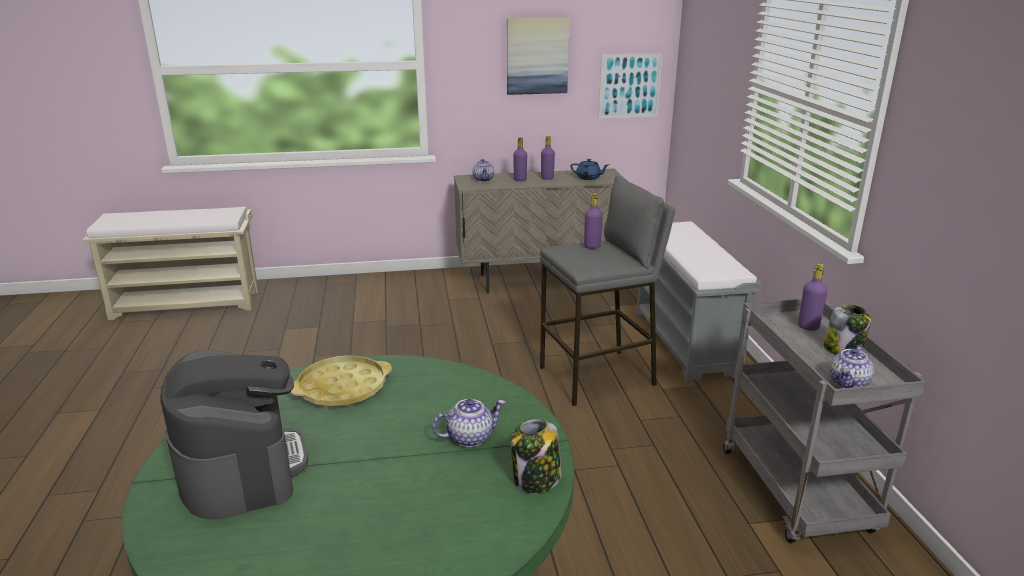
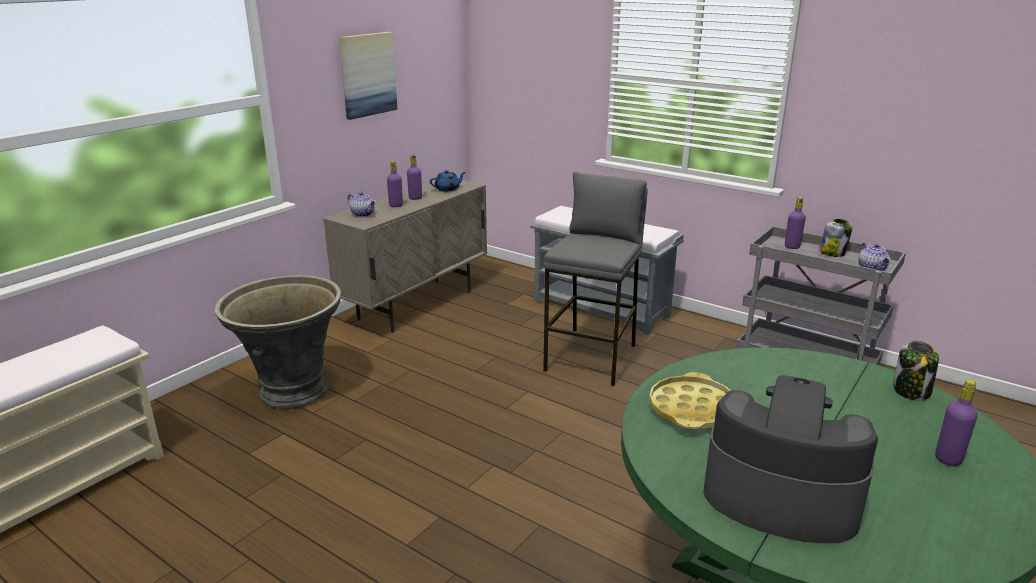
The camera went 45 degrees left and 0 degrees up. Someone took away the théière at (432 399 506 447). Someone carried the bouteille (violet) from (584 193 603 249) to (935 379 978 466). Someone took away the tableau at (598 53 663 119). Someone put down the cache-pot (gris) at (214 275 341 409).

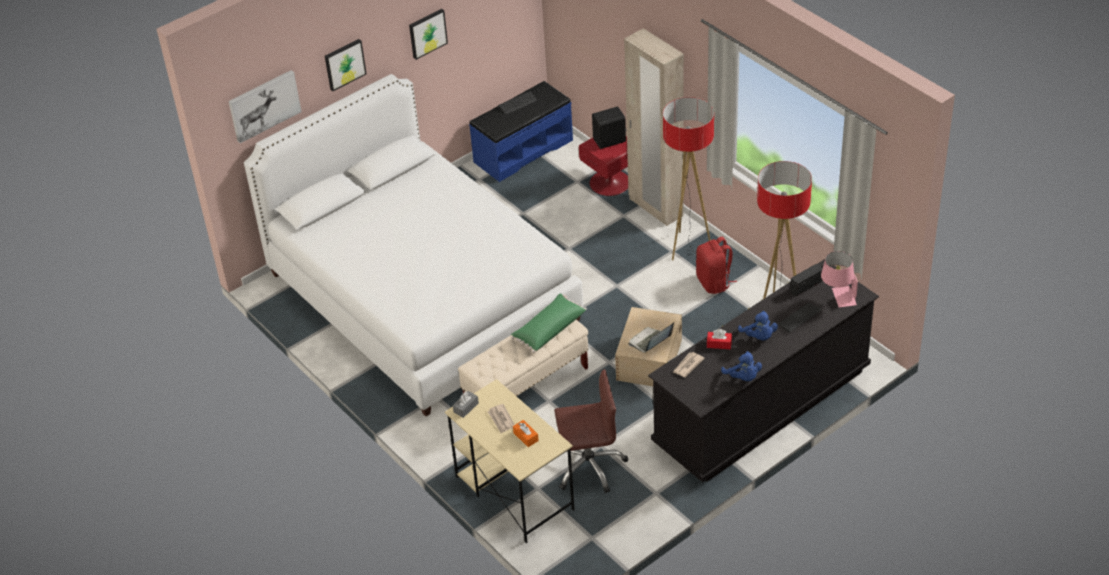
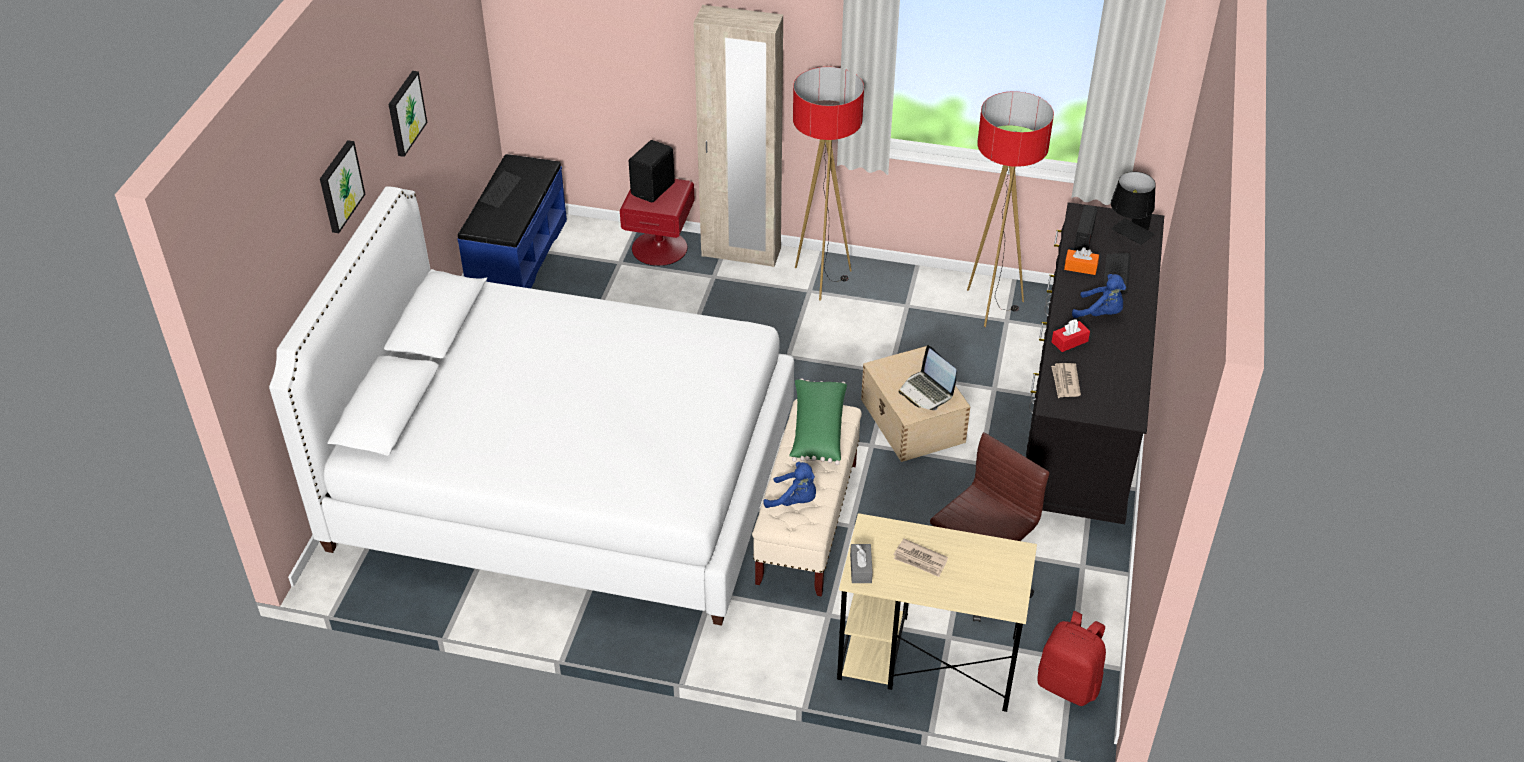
The camera went 40 degrees left and 0 degrees up. Someone took away the tableau at (229 70 302 143). Someone carried the boîte à mouchoirs (orange) from (513 420 539 447) to (1064 247 1099 275). Someone rotated the ordinateur portable at (629 322 674 353) by 45 degrees counterclockwise. Someone carried the sac à dos (rouge) from (696 237 737 294) to (1037 611 1106 706). Someone carried the peluche (bleu) from (721 351 762 381) to (763 462 816 508). Someone repainted the lampe de table (rose) at (821 251 858 307), which became the lampe de table (noir) at (1111 172 1156 245).

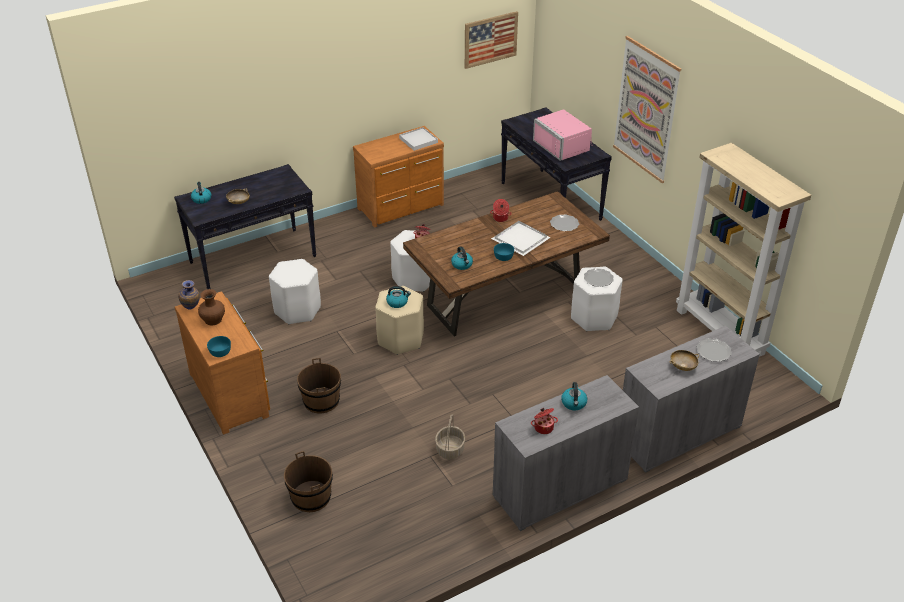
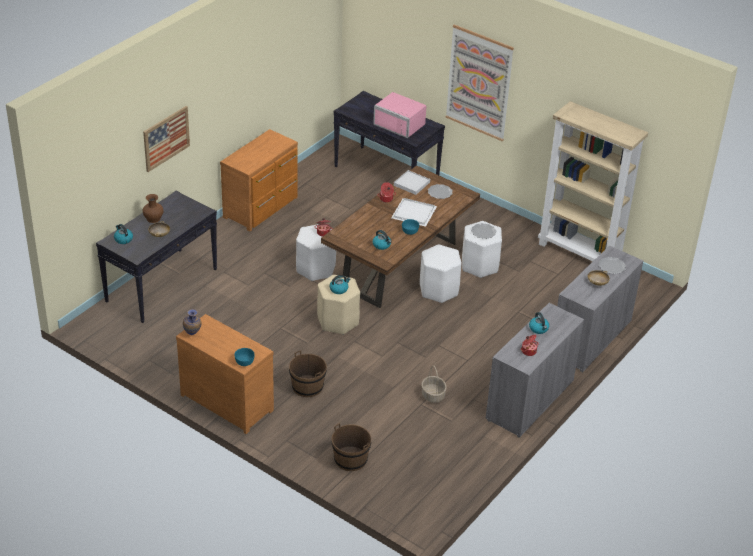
The camera went 25 degrees left and 0 degrees up. Someone carried the vase (marron) from (198 289 225 326) to (143 194 164 223). Someone carried the tabouret (blanc) from (269 259 321 324) to (420 244 462 303). Someone carried the plateau (blanc) from (399 127 438 151) to (394 170 430 195). Someone carried the tableau from (465 11 518 69) to (143 106 190 172).

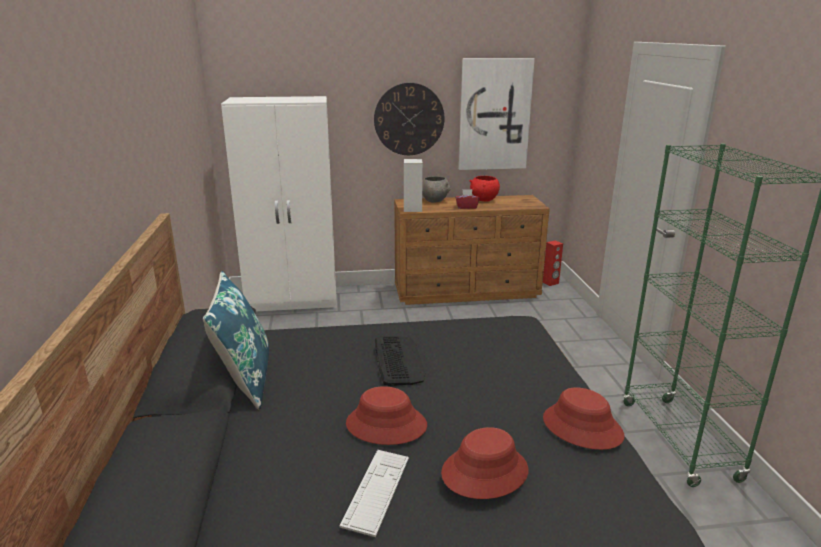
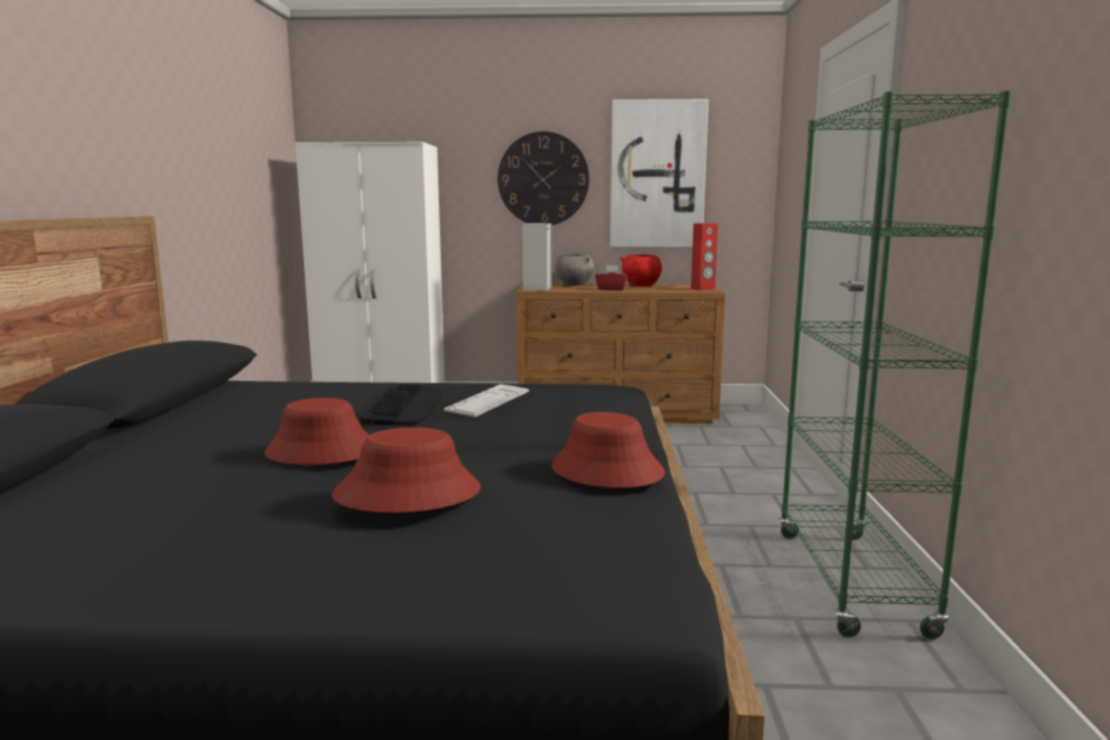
The camera went 10 degrees right and 10 degrees down. Someone took away the coussin (bleu) at (203 271 269 410). Someone carried the clavier from (339 450 409 537) to (443 384 529 417). Someone carried the enceinte (rouge) from (543 241 563 286) to (691 223 718 290).

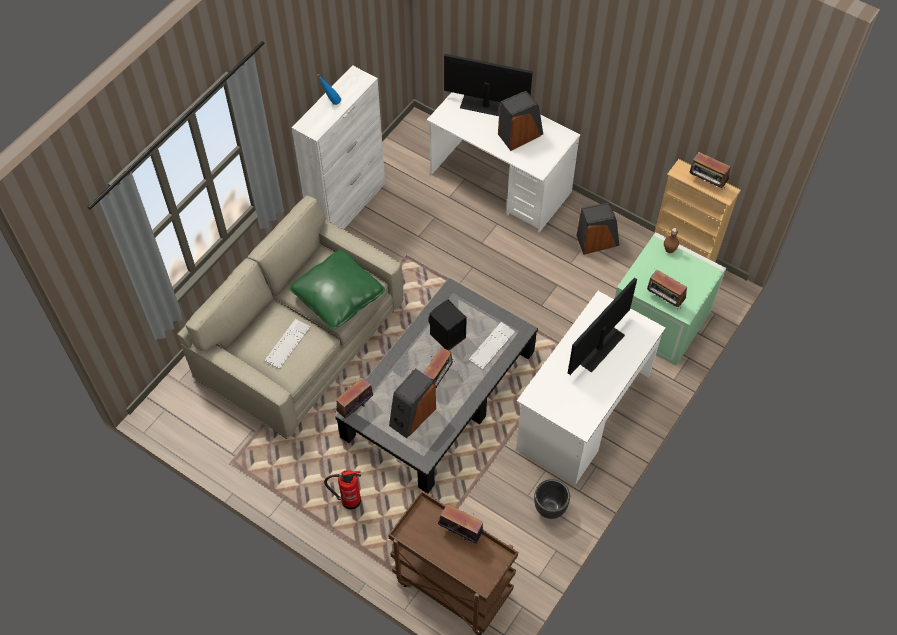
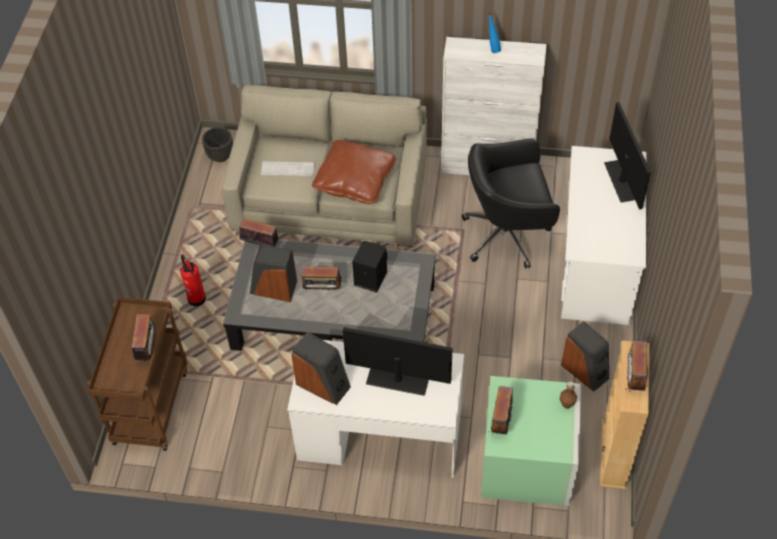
The camera went 65 degrees right and 5 degrees down. Someone repainted the coussin (vert) at (289 250 385 329), which became the coussin (marron) at (312 140 397 204). Someone took away the clavier at (469 322 515 370). Someone carried the enceinte from (498 91 543 151) to (292 332 351 405). Someone carried the cache-pot (noir) from (534 479 570 519) to (202 127 233 162). Someone put down the chaise de bureau (noir) at (462 139 560 268).

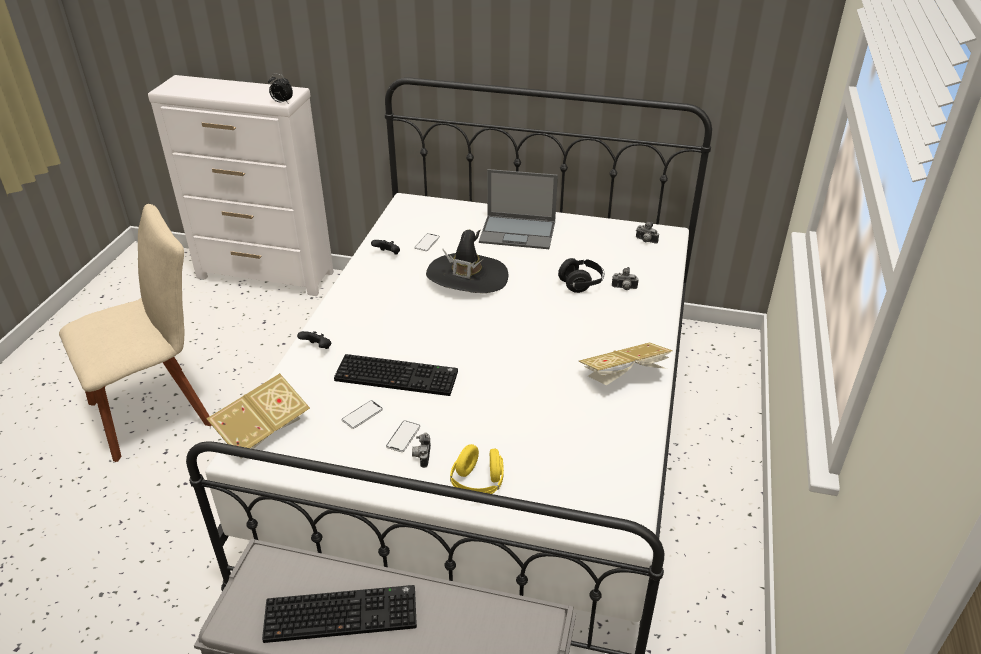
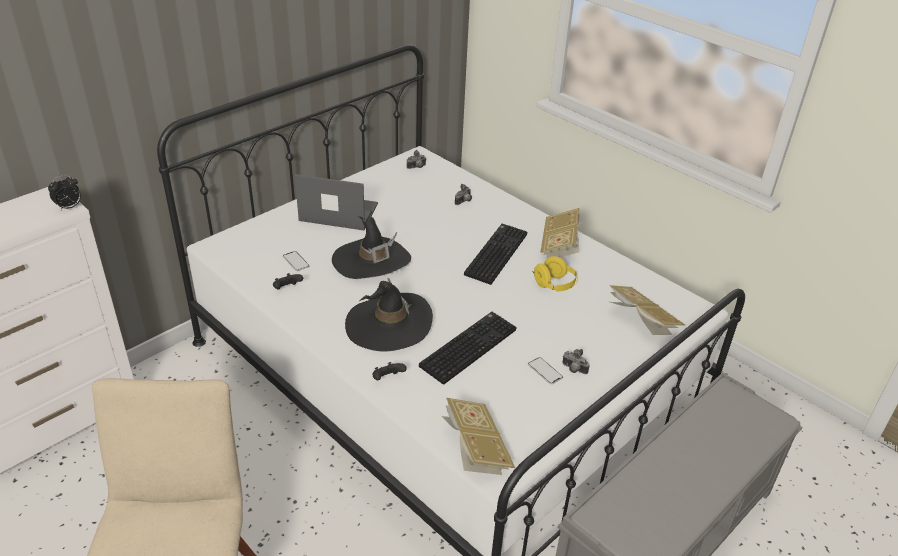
The camera went 60 degrees left and 0 degrees up. Someone carried the clavier from (262 585 417 643) to (464 224 527 285). Someone took away the téléphone at (342 400 383 429). Someone carried the casque audio (jaune) from (450 444 504 494) to (533 256 578 291). Someone rotated the ordinateur portable at (479 169 558 249) by 120 degrees counterclockwise. Someone took away the casque audio (noir) at (558 258 605 293). Someone put down the chapeau (noir) at (345 278 433 352). Someone put down the livre at (610 285 685 335).

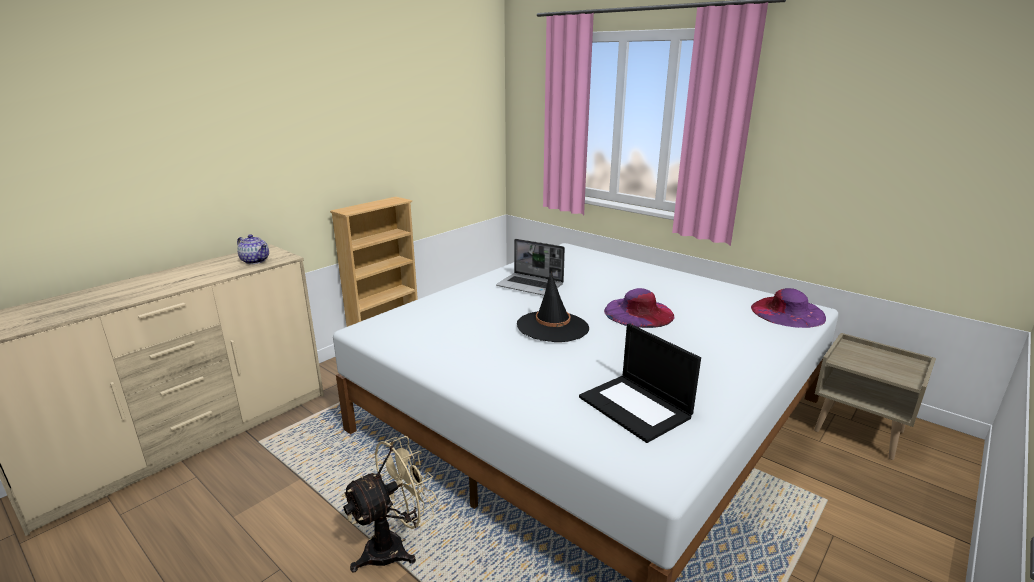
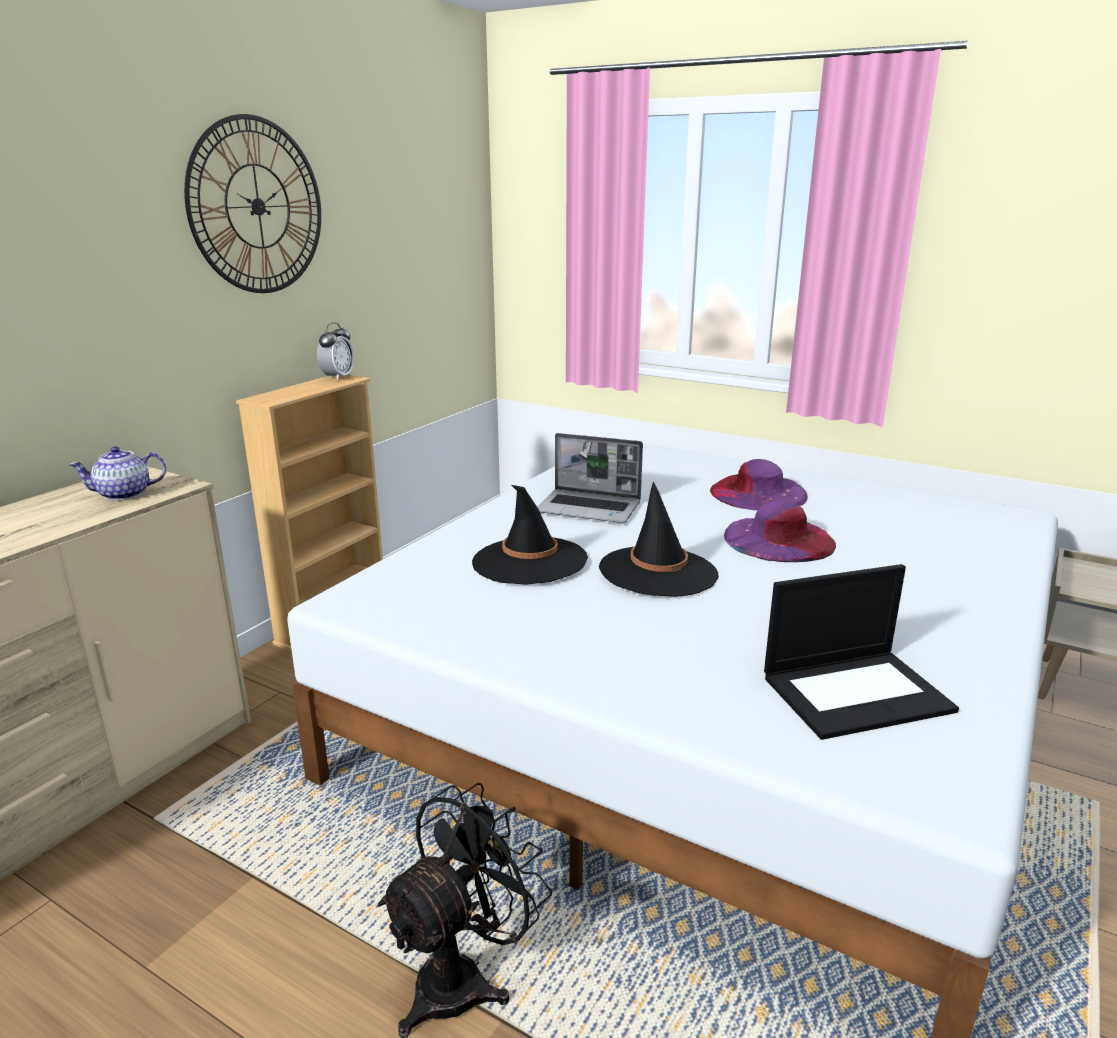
The camera went 10 degrees left and 0 degrees up. Someone rotated the théière at (237 234 269 264) by 135 degrees clockwise. Someone repainted the ventilateur (beige) at (341 436 438 573), which became the ventilateur (noir) at (377 783 552 1038). Someone rotated the ordinateur portable at (579 323 701 443) by 60 degrees counterclockwise. Someone carried the chapeau (violet) from (751 288 826 328) to (710 459 808 510). Someone put up the horloge murale at (184 114 321 293). Someone put down the réveil at (317 322 354 381). Someone put down the chapeau (noir) at (472 485 588 585).

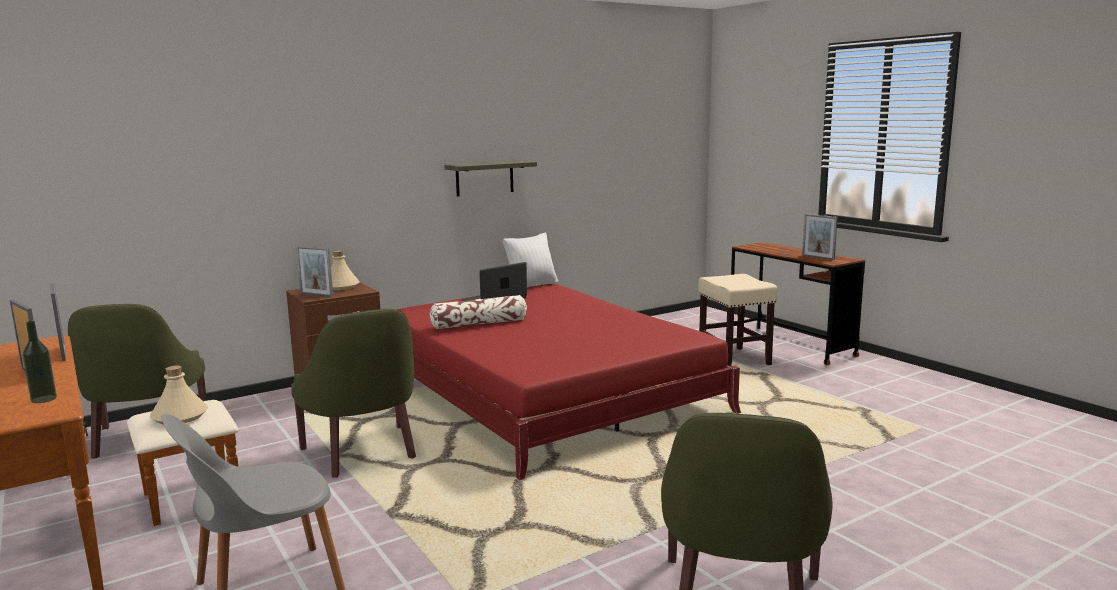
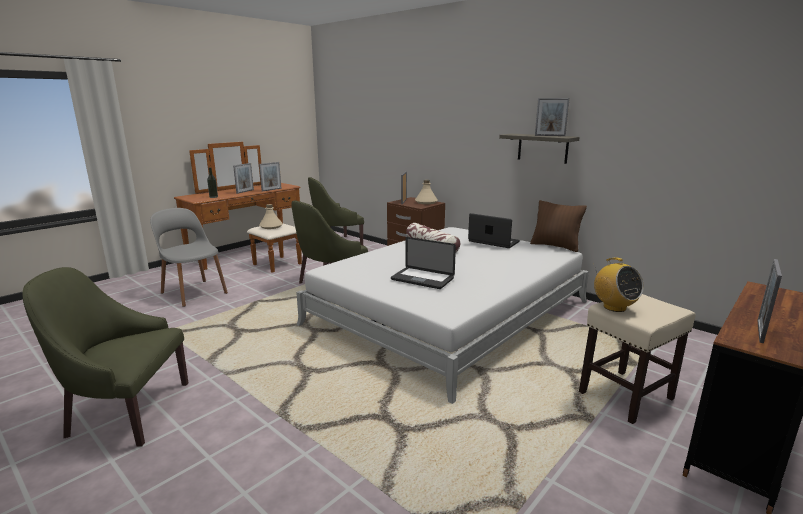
The camera went 75 degrees right and 5 degrees up. Someone repainted the lit (rouge) at (397 284 741 480), which became the lit (blanc) at (296 227 589 404). Someone repainted the coussin (blanc) at (503 233 558 286), which became the coussin (marron) at (530 200 587 252). Someone put down the ordinateur portable at (391 237 456 289). Someone put down the cadre photo at (535 98 570 136). Someone put down the radio at (593 257 644 312).

